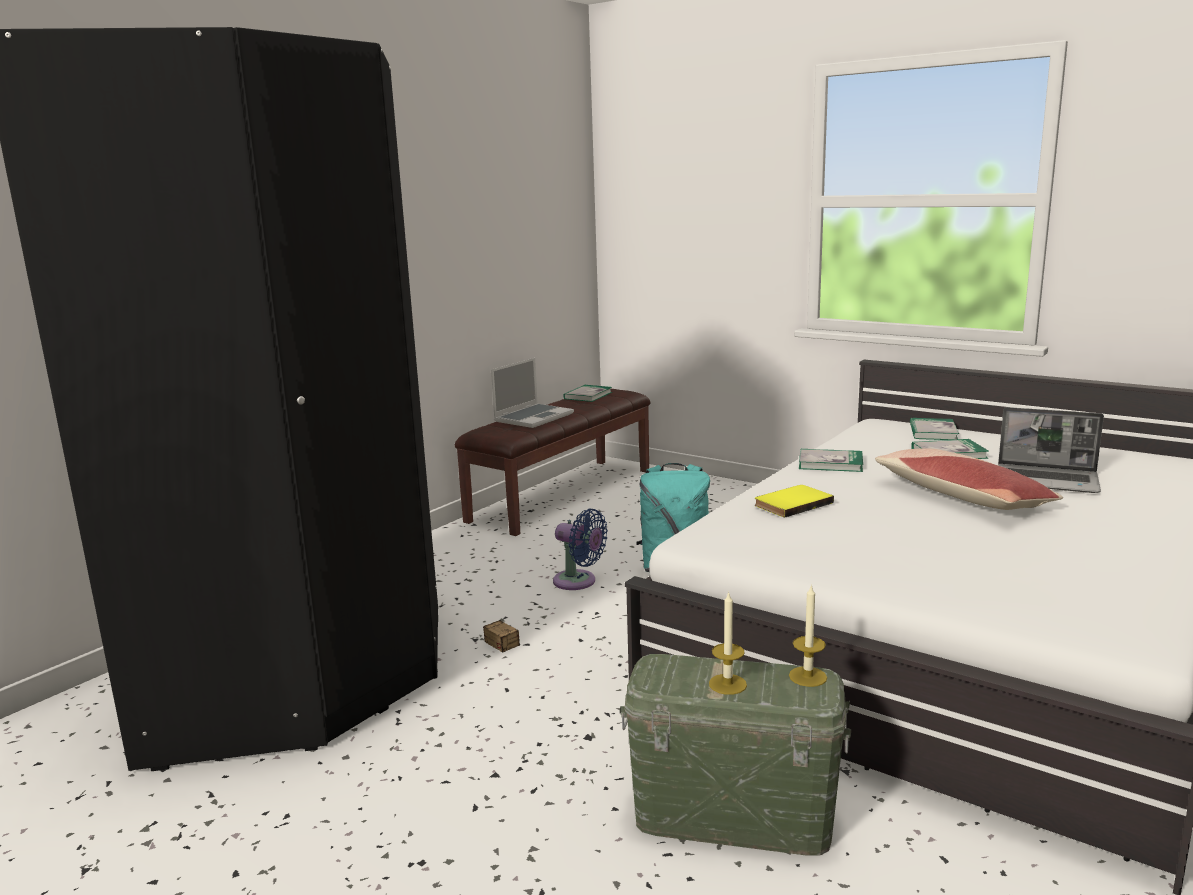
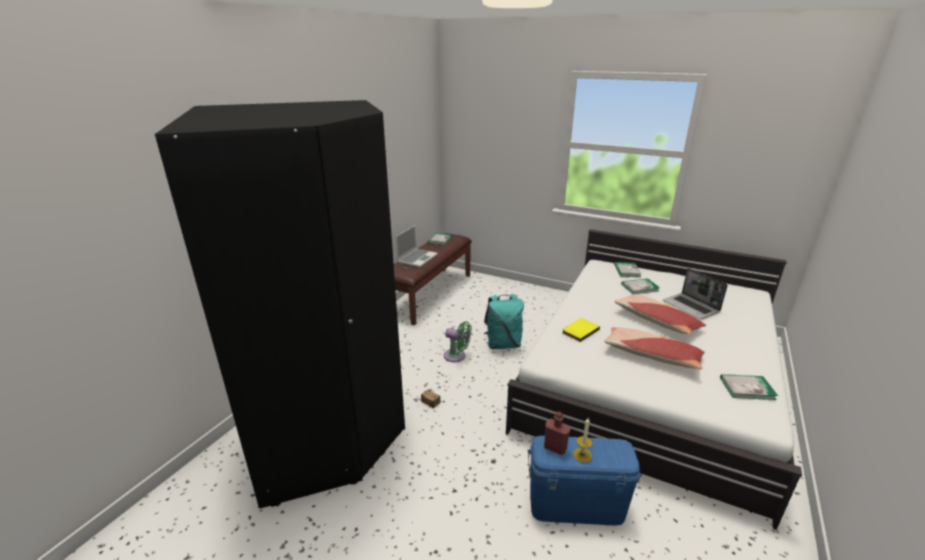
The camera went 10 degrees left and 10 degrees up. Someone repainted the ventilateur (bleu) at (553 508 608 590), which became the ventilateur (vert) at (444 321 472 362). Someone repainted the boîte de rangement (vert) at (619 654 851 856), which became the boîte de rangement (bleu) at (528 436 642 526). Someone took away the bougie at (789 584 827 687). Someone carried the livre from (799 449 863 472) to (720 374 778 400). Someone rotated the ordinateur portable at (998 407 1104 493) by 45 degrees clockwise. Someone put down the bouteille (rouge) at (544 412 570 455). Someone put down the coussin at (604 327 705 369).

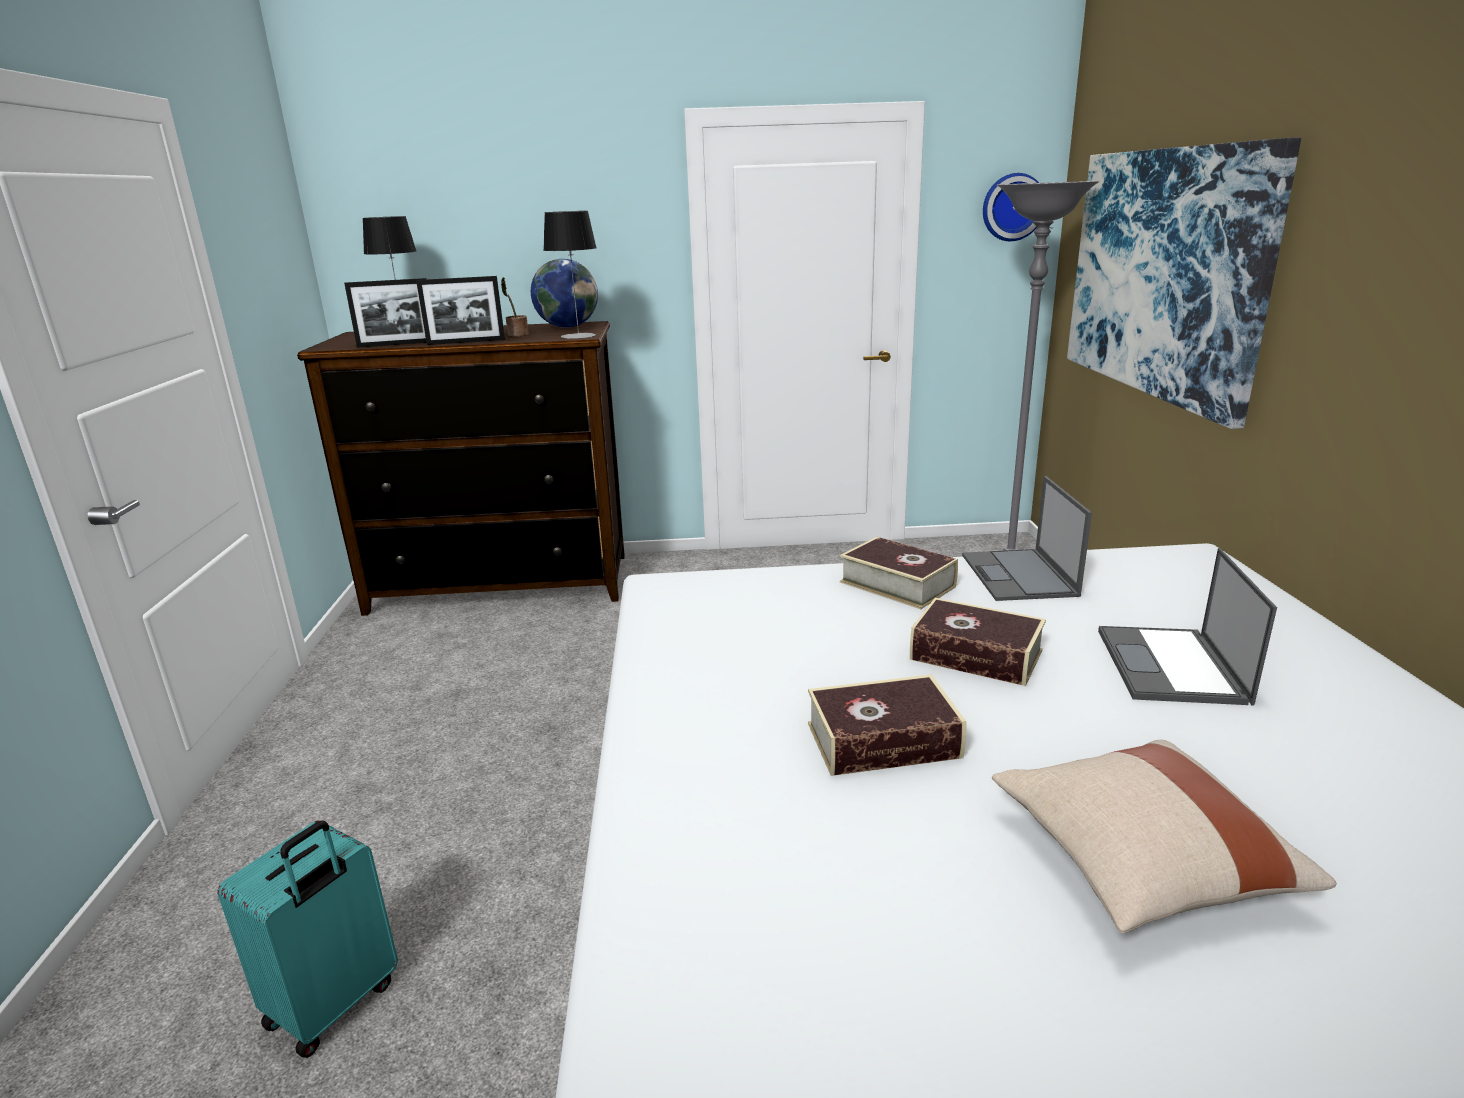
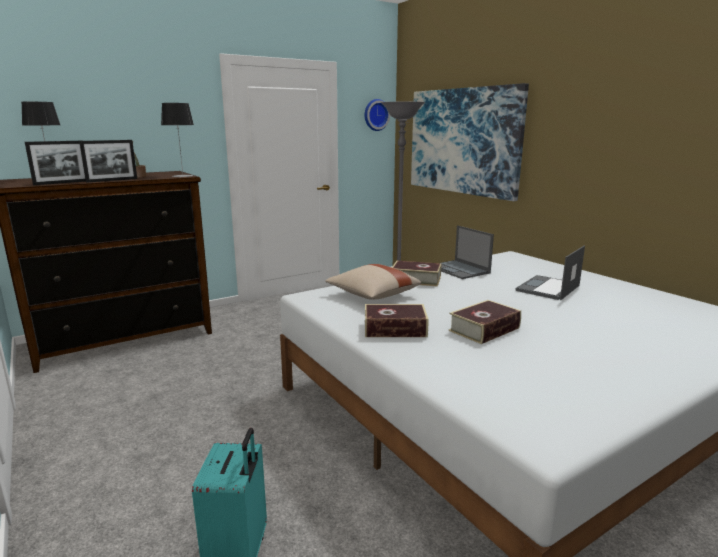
The camera went 30 degrees left and 5 degrees down. Someone took away the globe at (531 259 598 328). Someone carried the livre from (910 598 1046 686) to (365 304 429 337). Someone carried the coussin (beige) from (992 740 1337 933) to (325 264 421 300). Someone rotated the ordinateur portable at (1098 548 1277 705) by 60 degrees clockwise.

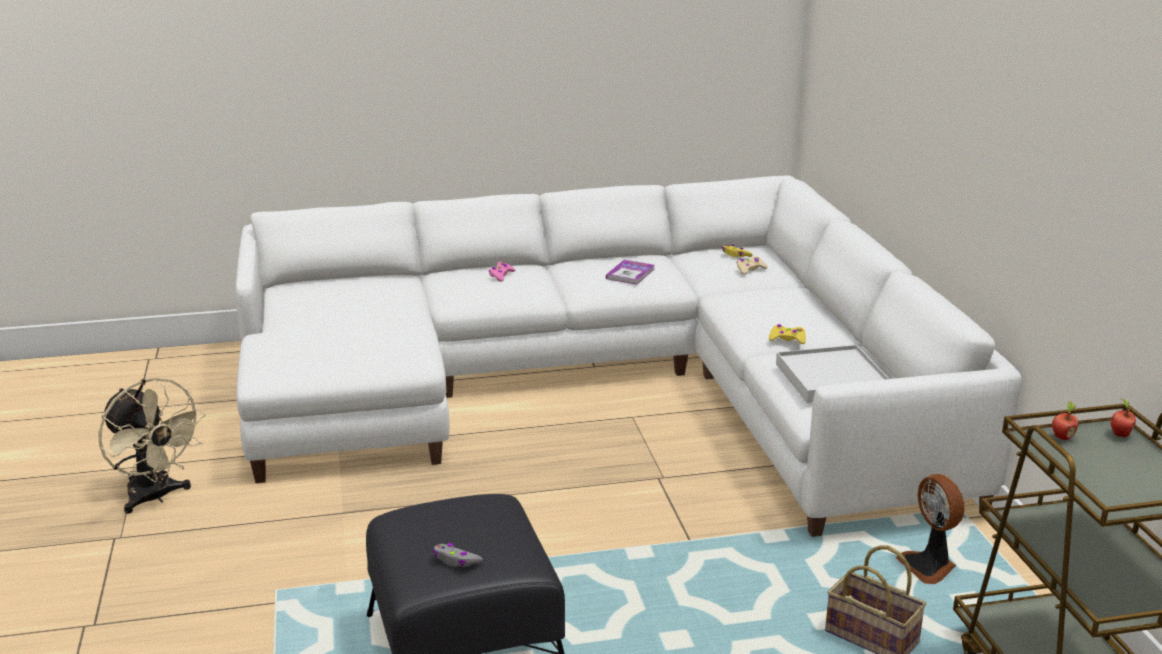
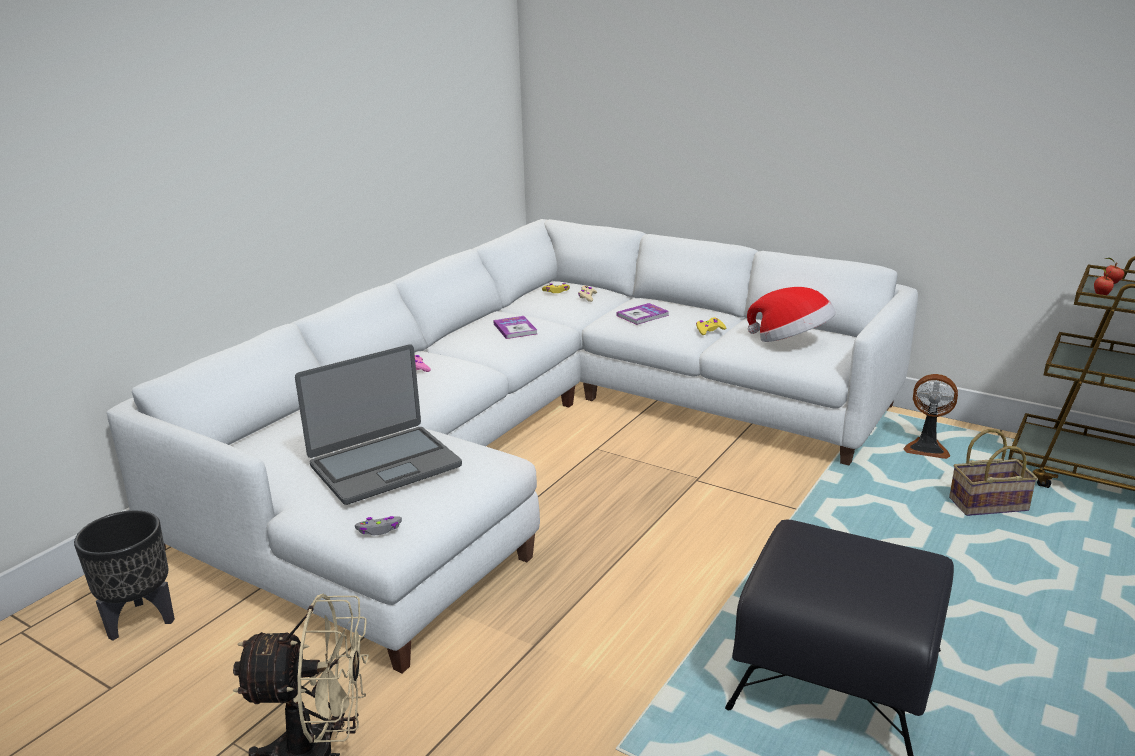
The camera went 45 degrees left and 0 degrees up. Someone carried the manette (gris) from (433 543 483 567) to (355 516 402 535). Someone swapped the plateau (blanc) at (776 345 889 403) for the chapeau at (747 287 835 342). Someone put down the cache-pot (noir) at (74 510 175 641). Someone put down the ordinateur portable at (295 344 462 505). Someone put down the livre at (617 303 669 325).

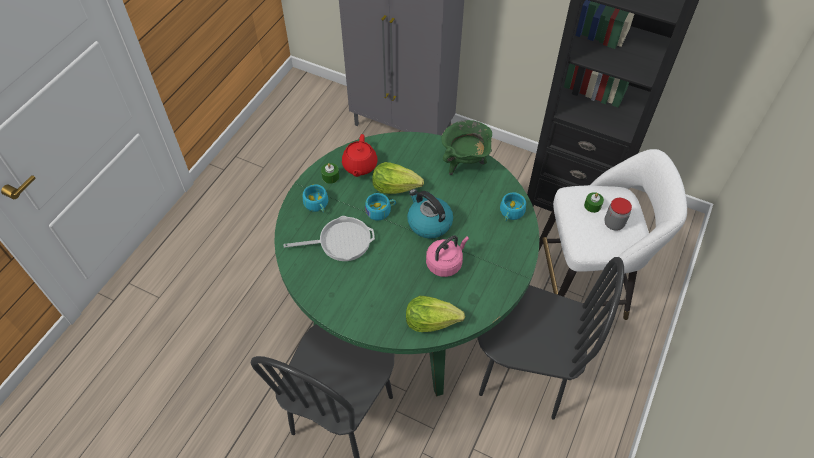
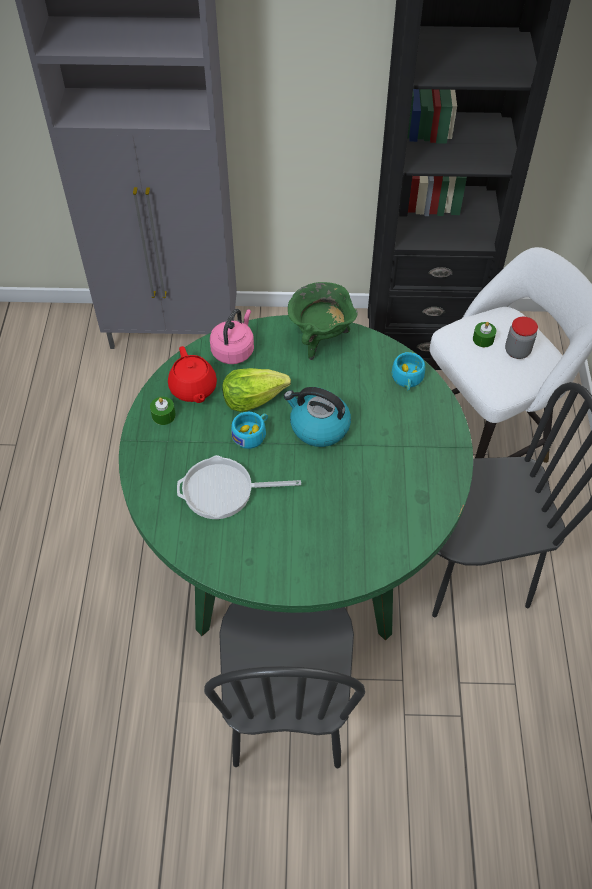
The camera went 25 degrees left and 0 degrees up. Someone rotated the poêle at (284 216 375 261) by 150 degrees counterclockwise. Someone took away the tasse (turquoise) at (303 184 328 212). Someone took away the laitue at (406 296 465 332). Someone carried the bouilloire (rose) from (426 235 469 277) to (210 309 254 364).

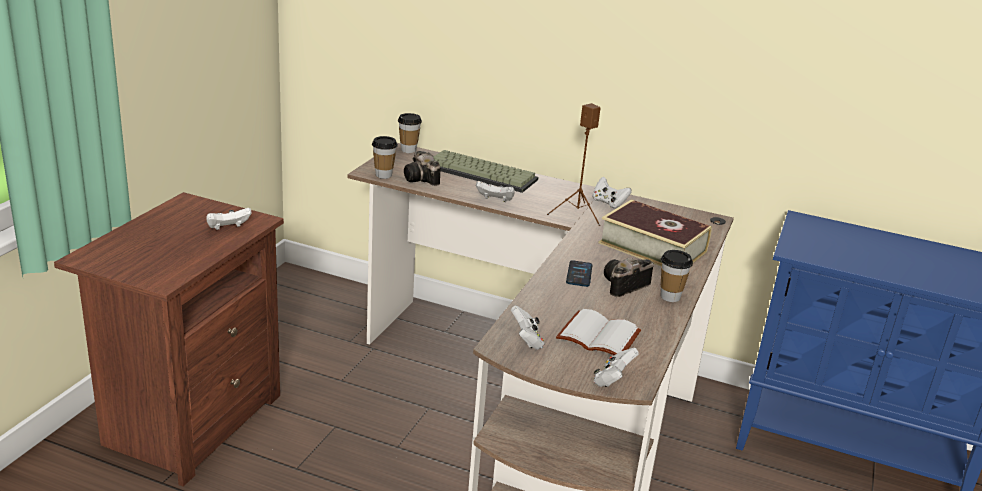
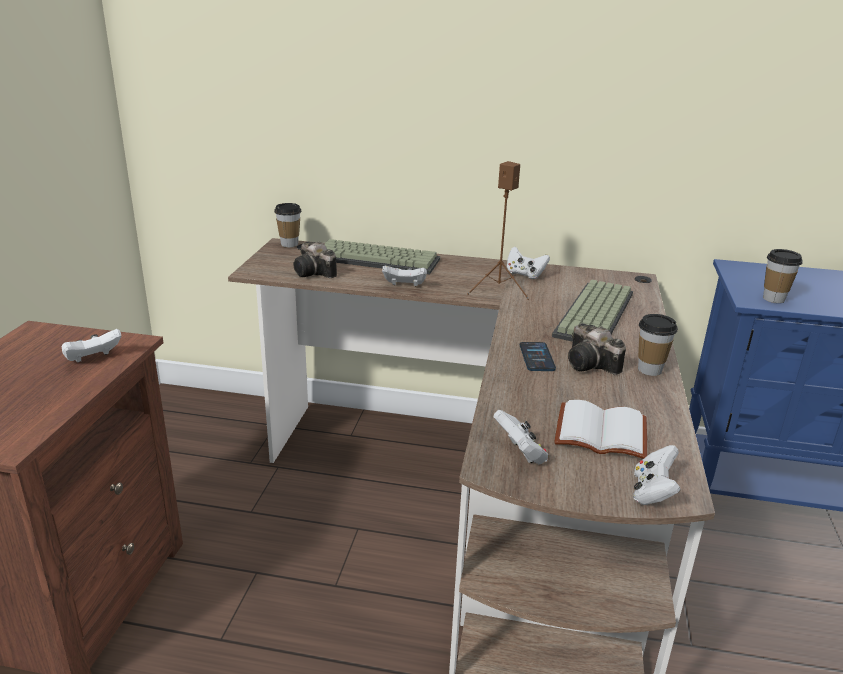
The camera went 10 degrees left and 0 degrees up. Someone carried the tasse from (372 136 398 179) to (763 249 803 303). Someone swapped the livre at (598 199 712 266) for the clavier at (552 279 633 342). Someone rotated the appareil photo at (604 258 654 297) by 75 degrees counterclockwise.

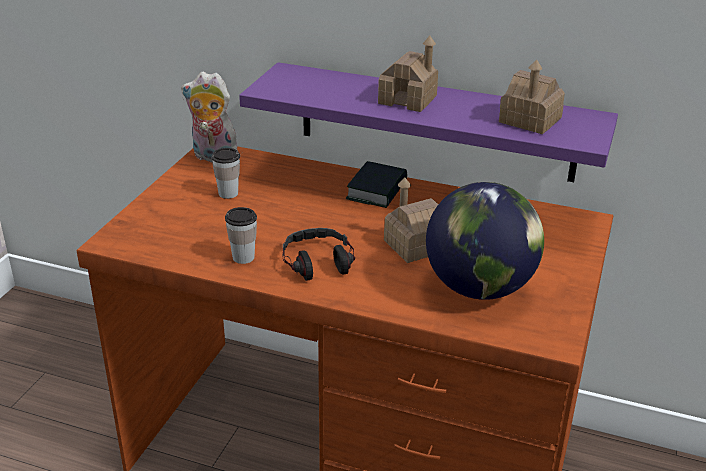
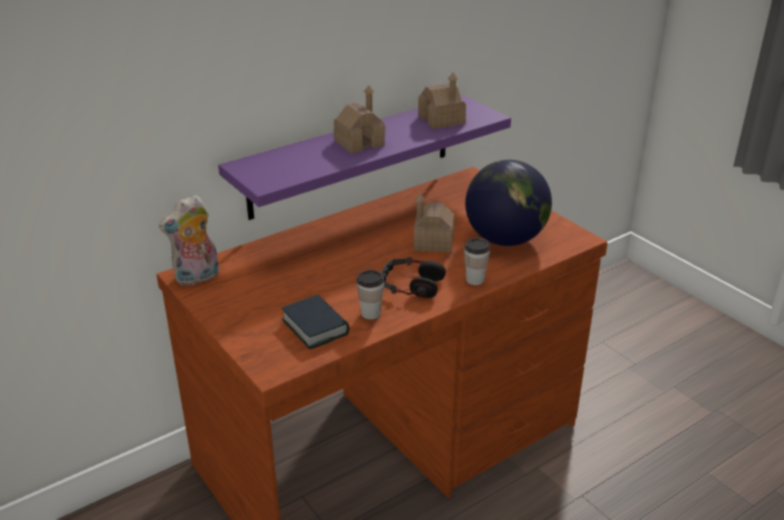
The camera went 55 degrees left and 0 degrees up. Someone carried the tasse from (212 148 240 199) to (464 238 490 285). Someone carried the livre from (346 161 407 208) to (282 295 349 349).

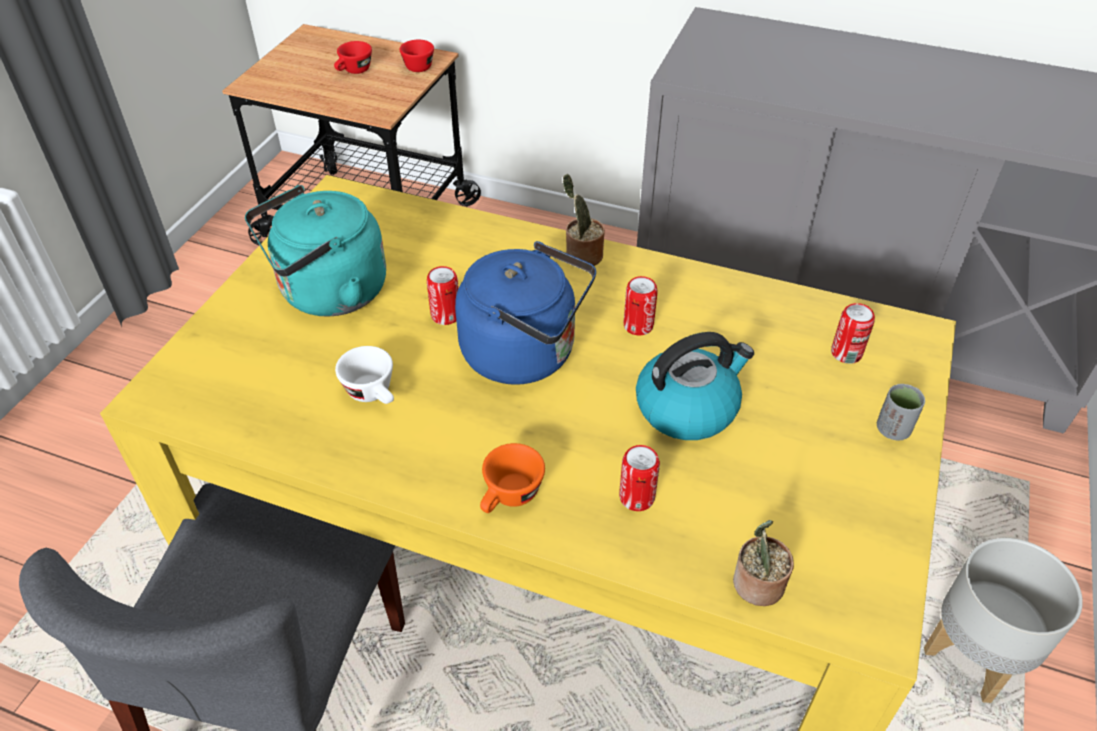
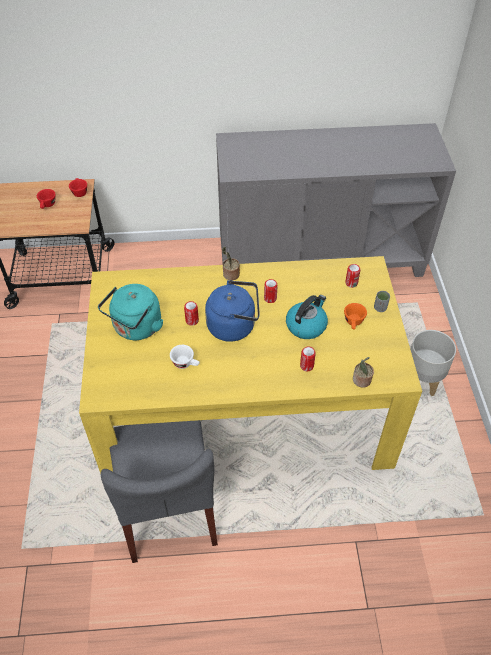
The camera went 25 degrees left and 5 degrees up. Someone carried the tasse (orange) from (480 443 545 513) to (344 303 367 329).

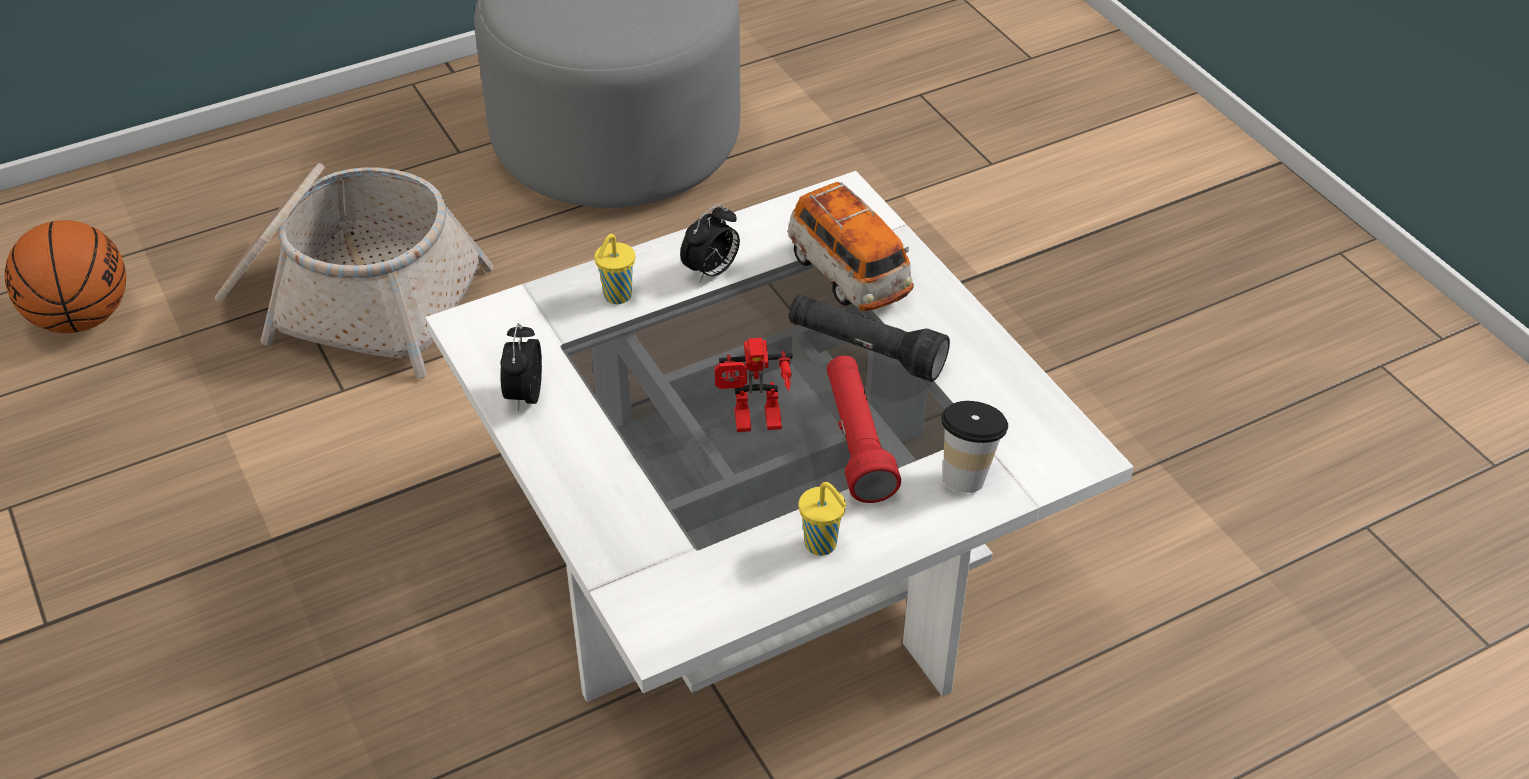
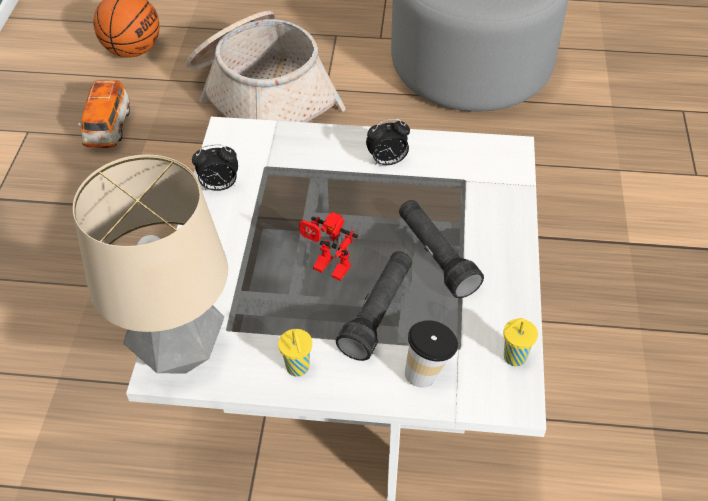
The camera went 35 degrees right and 5 degrees up. Someone rotated the réveil at (500 323 542 412) by 135 degrees counterclockwise. Someone carried the tasse (jaune) from (594 234 635 304) to (503 318 538 366). Someone carried the petite voiture from (787 182 914 311) to (78 80 130 148). Someone repainted the lampe de poche (rouge) at (827 356 901 503), which became the lampe de poche (noir) at (336 251 412 361). Someone put down the lampe de table at (73 154 228 374).

